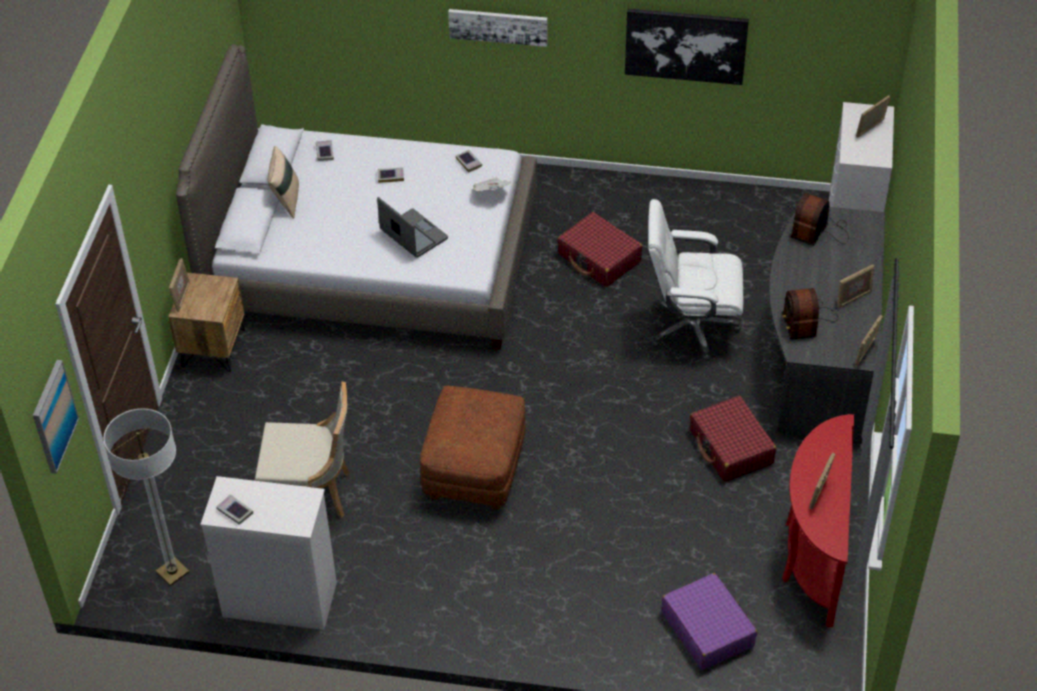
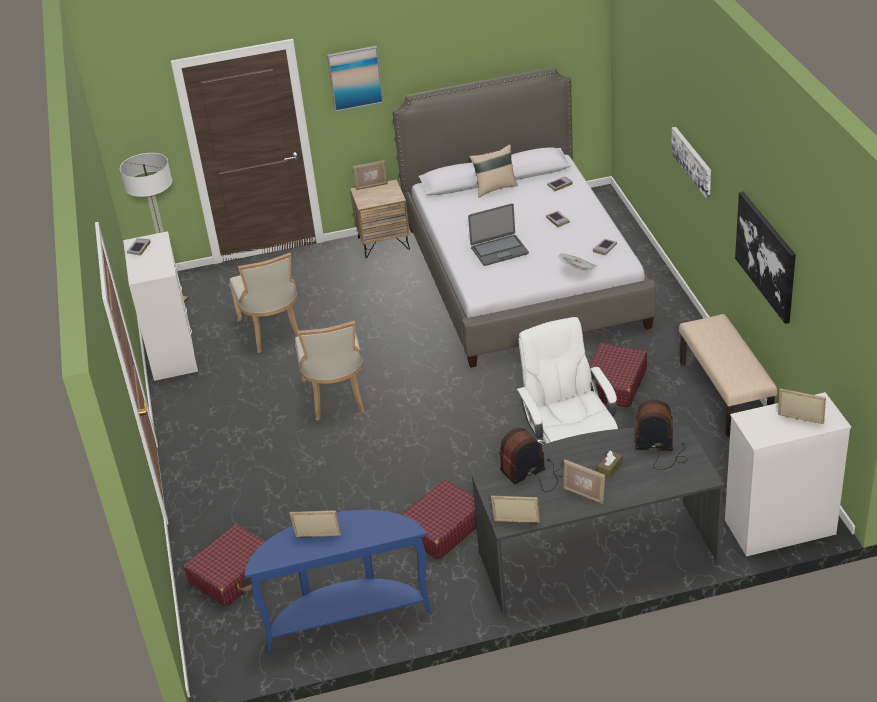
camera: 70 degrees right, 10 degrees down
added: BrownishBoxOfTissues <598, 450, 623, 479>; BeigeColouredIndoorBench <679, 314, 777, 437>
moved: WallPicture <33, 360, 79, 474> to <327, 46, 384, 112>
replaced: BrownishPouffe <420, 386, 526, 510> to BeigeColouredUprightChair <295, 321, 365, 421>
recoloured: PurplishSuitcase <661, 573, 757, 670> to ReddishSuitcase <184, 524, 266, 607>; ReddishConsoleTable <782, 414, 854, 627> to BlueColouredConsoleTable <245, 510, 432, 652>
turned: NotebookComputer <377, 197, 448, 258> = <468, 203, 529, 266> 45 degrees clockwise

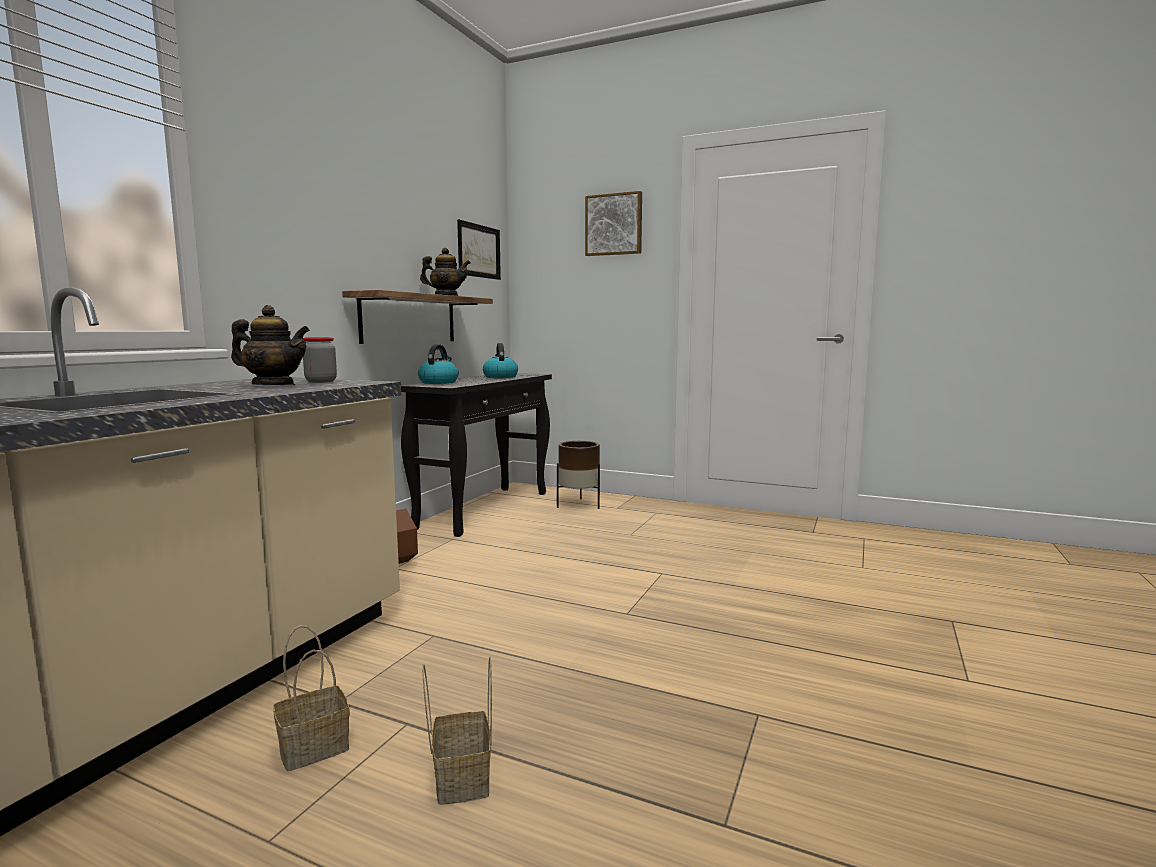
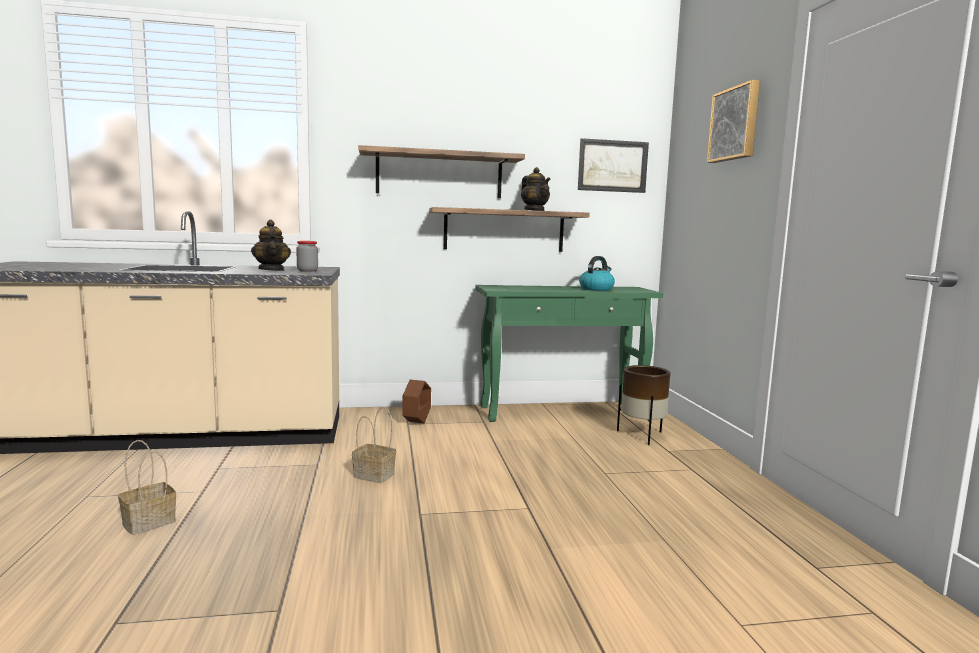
camera: 55 degrees right, 0 degrees up
removed: TeaKettle <418, 344, 459, 384>
added: WallShelf <359, 145, 525, 198>
moved: Basket <273, 625, 350, 771> to <352, 407, 396, 483>
recoloured: BlackConsoleTable <401, 373, 552, 537> to GreenConsoleTable <475, 285, 664, 422>

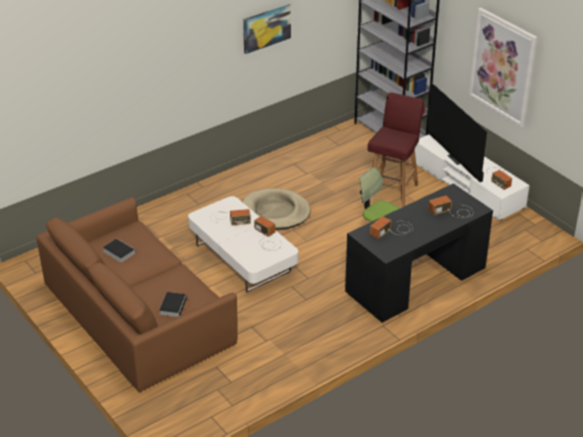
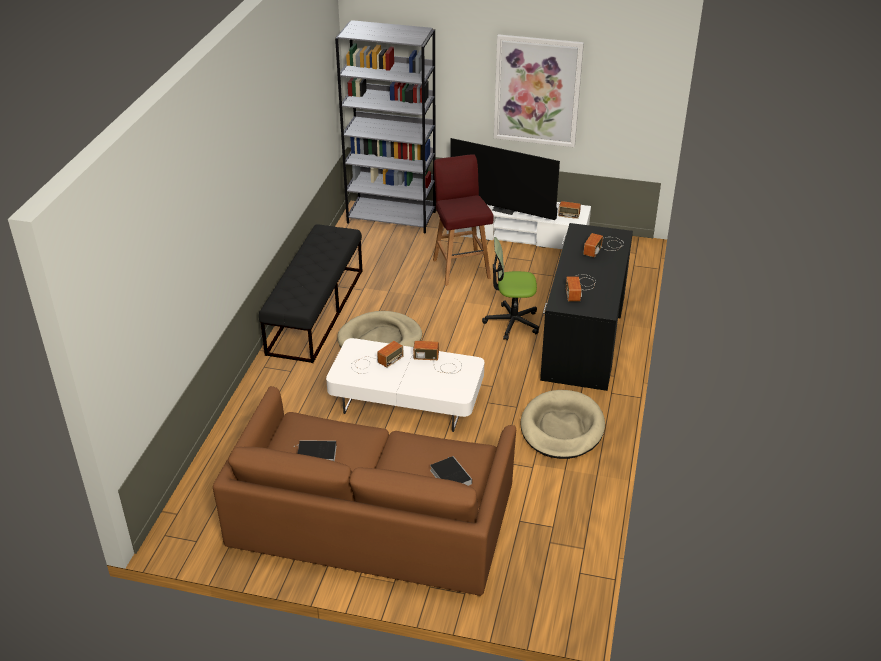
camera: 40 degrees left, 0 degrees up
removed: WallPicture <243, 4, 291, 54>
added: BlackIndoorBench <259, 224, 362, 363>; BeigeColouredDogCushion <520, 390, 605, 459>

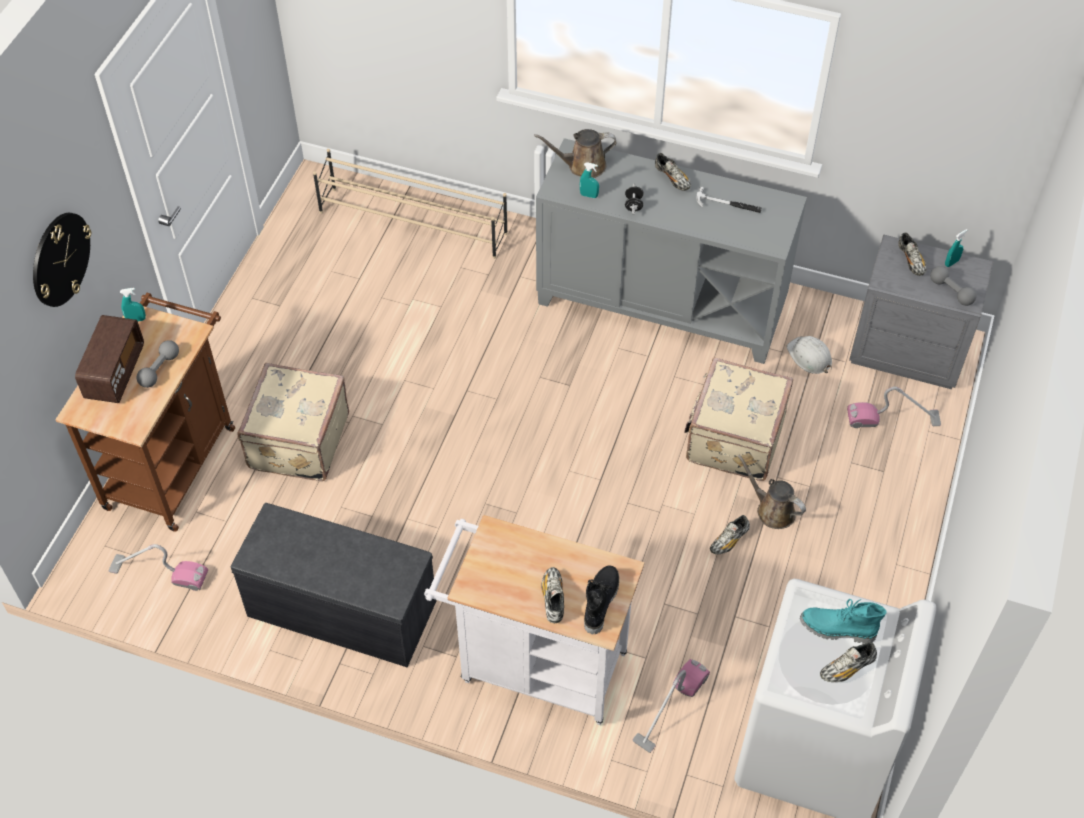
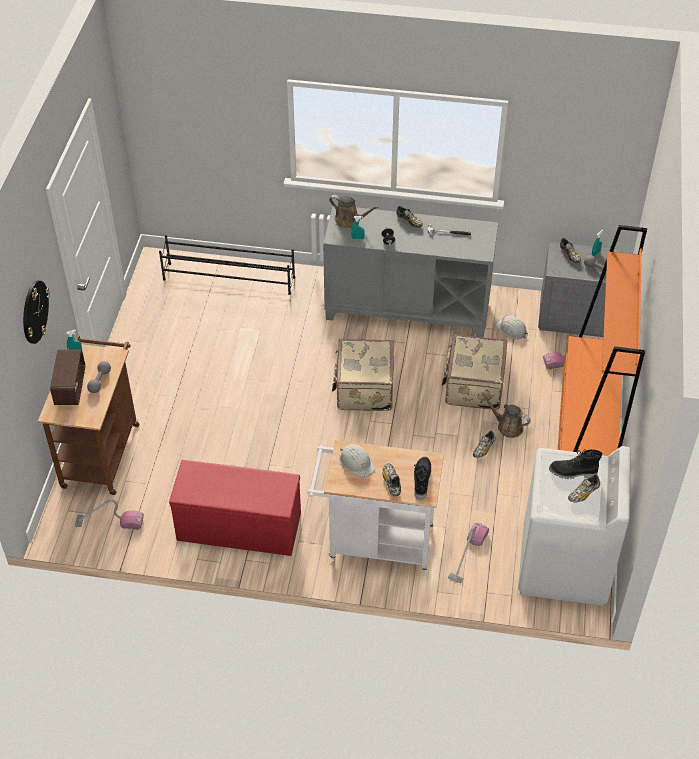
camera: 10 degrees left, 5 degrees down
added: WhitishWorkHelmet <339, 444, 375, 478>; OrangeColouredBookcase <558, 225, 647, 456>
moved: BeigeColouredSuitcase <237, 363, 349, 481> to <332, 339, 394, 411>
recoloured: BeigeColouredShoeShelf <313, 149, 508, 259> to BlackShoeShelf <159, 235, 295, 295>; GreyishIndoorBench <231, 503, 436, 667> to ReddishIndoorBench <169, 460, 301, 556>; TurquoiseTallBoot <800, 599, 886, 644> to BlackTallBoot <549, 449, 603, 479>
turned: BrownishWateringPot <534, 129, 617, 178> = <329, 195, 379, 228> 135 degrees counterclockwise

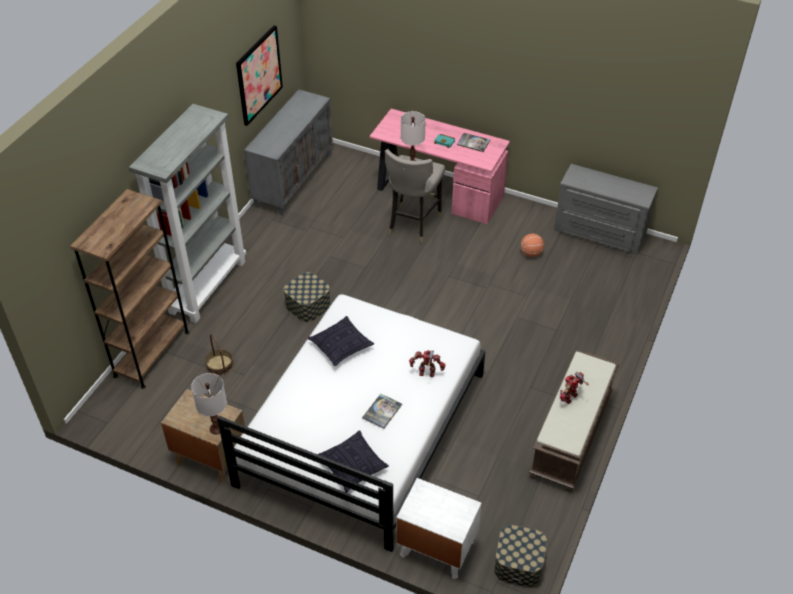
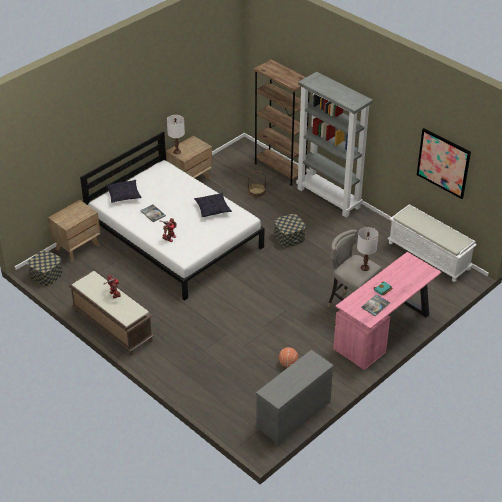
camera: 110 degrees right, 5 degrees down
replaced: GreyishCupboard <244, 90, 333, 216> to WhitishIndoorBench <387, 204, 477, 282>
recoloured: WhitishNightstand <396, 478, 481, 579> to BrownishNightstand <48, 200, 101, 262>

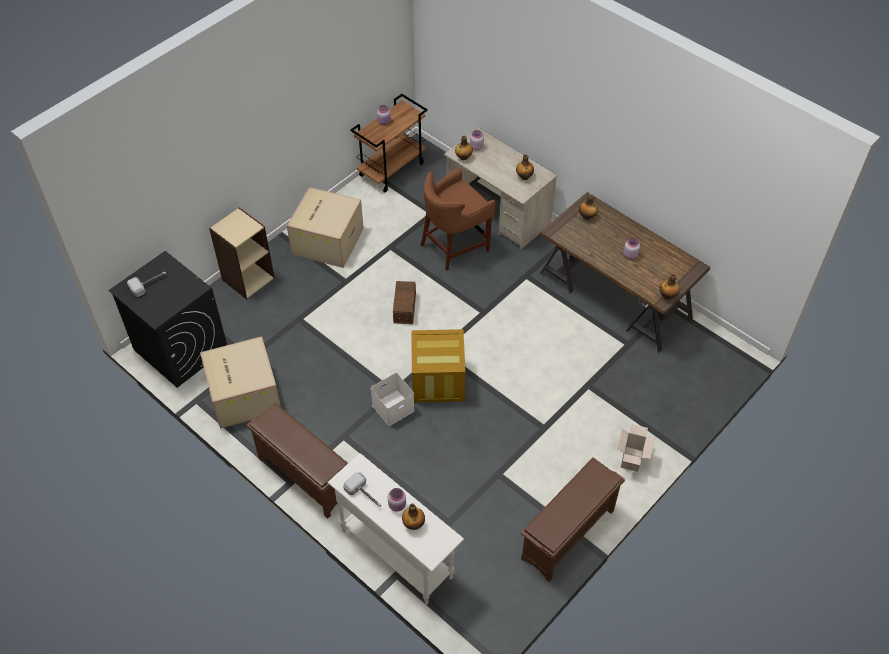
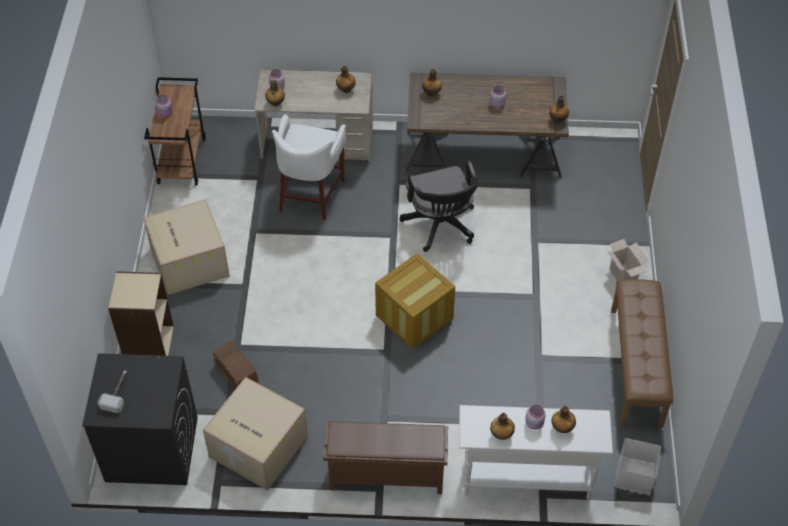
camera: 40 degrees left, 0 degrees up
added: BlackComputerChair <399, 160, 479, 252>
moved: BrownishStorageBin <393, 281, 416, 324> to <213, 340, 259, 389>; WhitishStorageBin <371, 373, 415, 426> to <615, 438, 661, 495>
replaced: HandHammer <343, 472, 381, 507> to DrinkBottle <490, 413, 515, 440>; BrownishShoeShelf <520, 457, 625, 582> to BrownishIndoorBench <611, 279, 673, 428>
recoloured: BrownishStoolSeat <420, 168, 496, 271> to WhitishStoolSeat <272, 114, 346, 220>

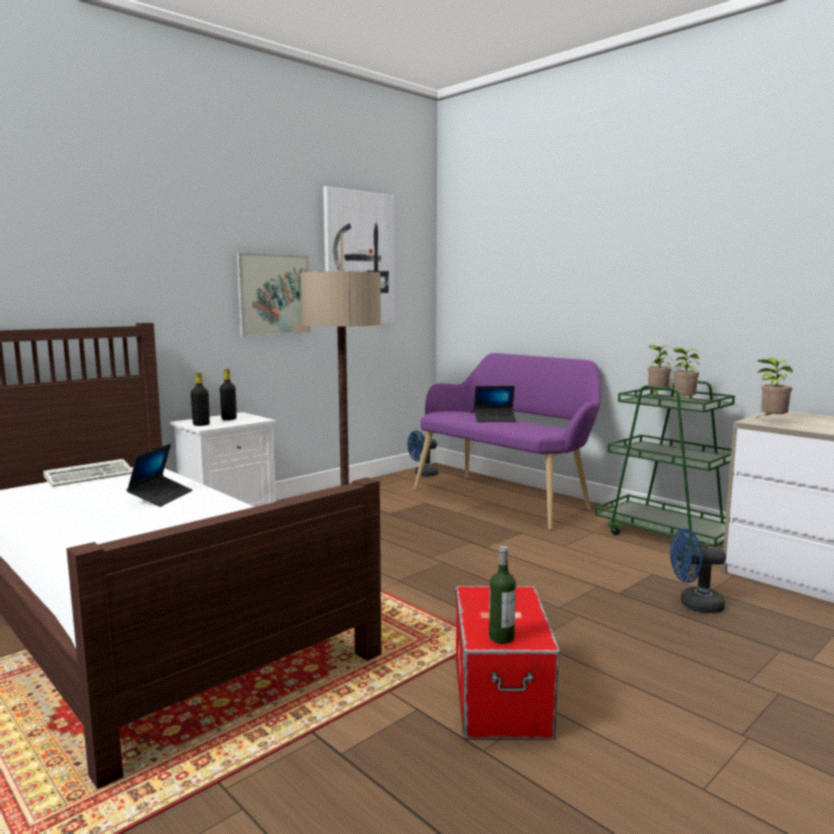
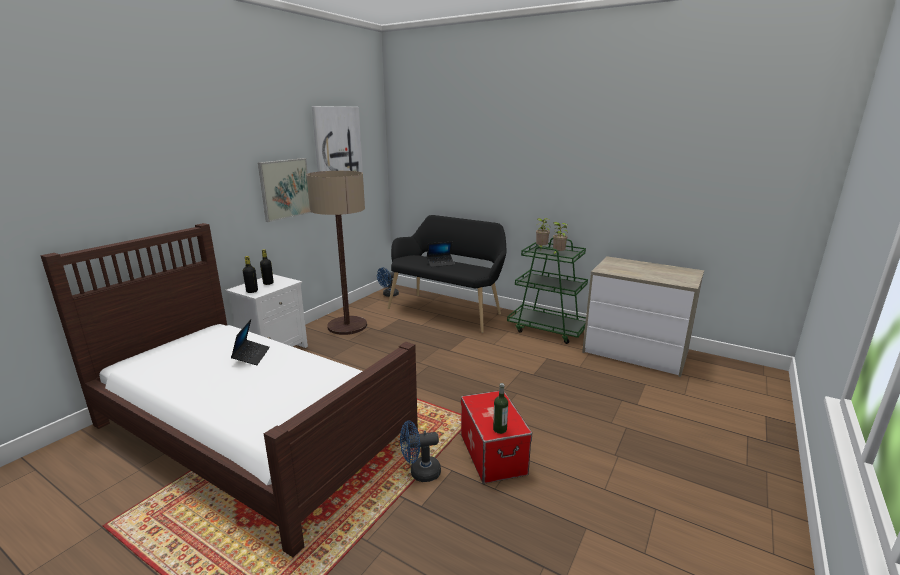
camera: 15 degrees left, 10 degrees up
removed: ComputerKeyboard <43, 459, 133, 487>; PottedPlant <754, 358, 793, 420>
moved: BlueColouredCoolingFan <670, 528, 726, 613> to <400, 421, 441, 482>
recoloured: PurplishIndoorBench <414, 353, 601, 530> to BlackIndoorBench <388, 215, 507, 333>

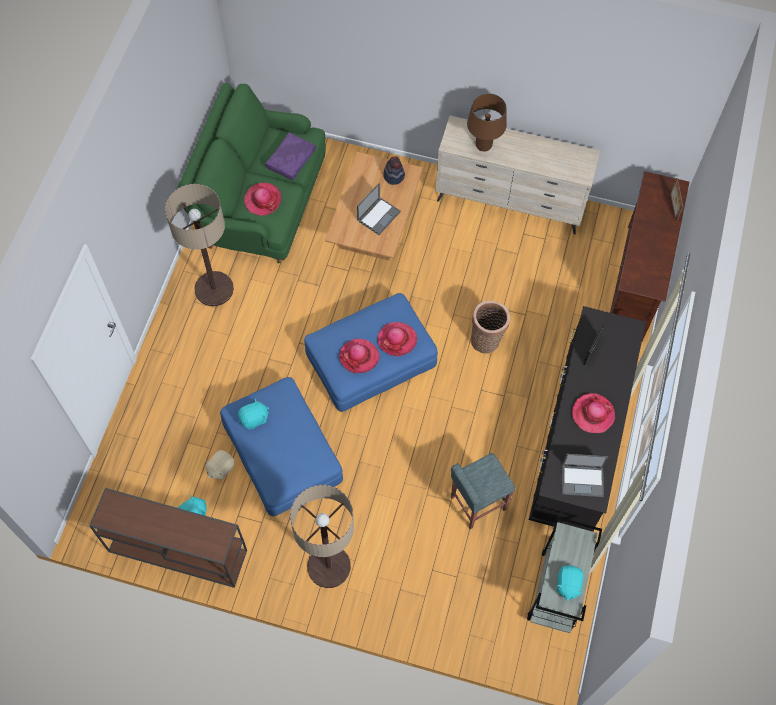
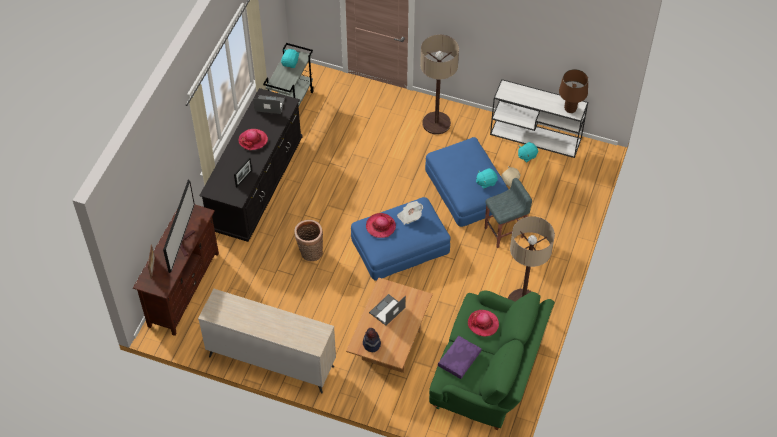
camera: 175 degrees left, 10 degrees down
added: TvSet <163, 179, 195, 273>
moved: GreyishStoolSeat <451, 453, 516, 529> to <485, 178, 532, 248>; BrownishTabletopLamp <467, 93, 507, 152> to <559, 69, 588, 113>
replaced: Hat <339, 338, 379, 373> to Newspaper <397, 201, 423, 225>
recoloured: BrownishConsoleTable <89, 488, 247, 588> to WhitishConsoleTable <490, 79, 588, 158>

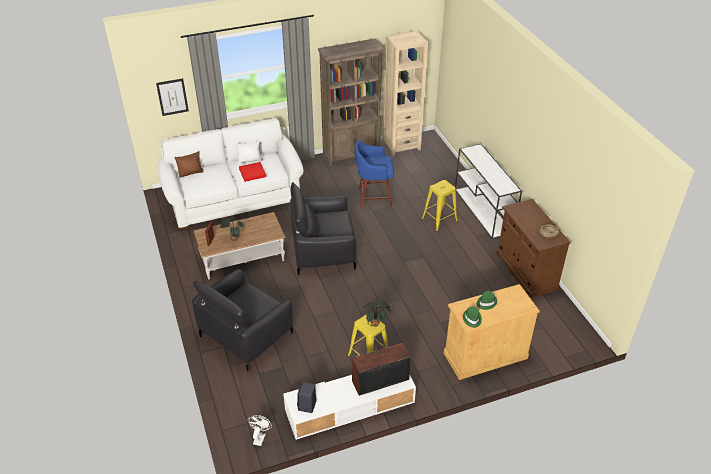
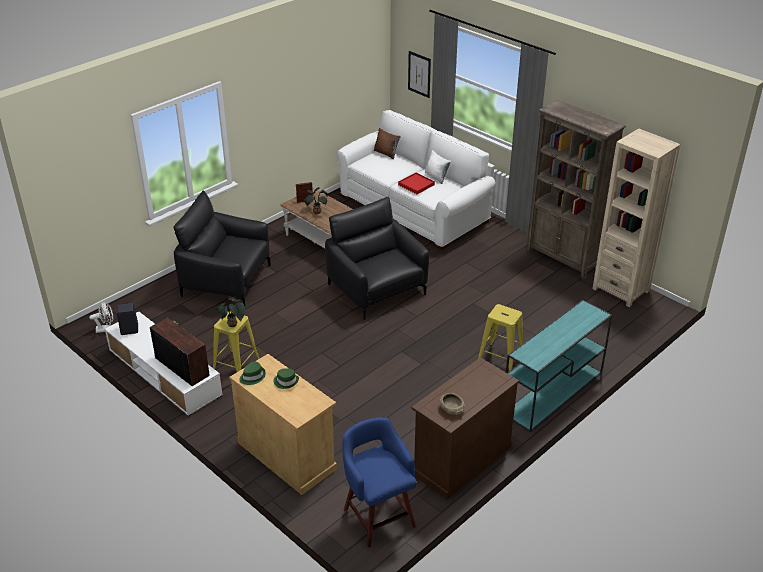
camera: 65 degrees right, 5 degrees down
moved: BlueColouredStoolSeat <354, 140, 394, 208> to <342, 417, 417, 548>
recoloured: WhitishConsoleTable <455, 144, 522, 239> to TurquoiseConsoleTable <506, 300, 612, 432>

